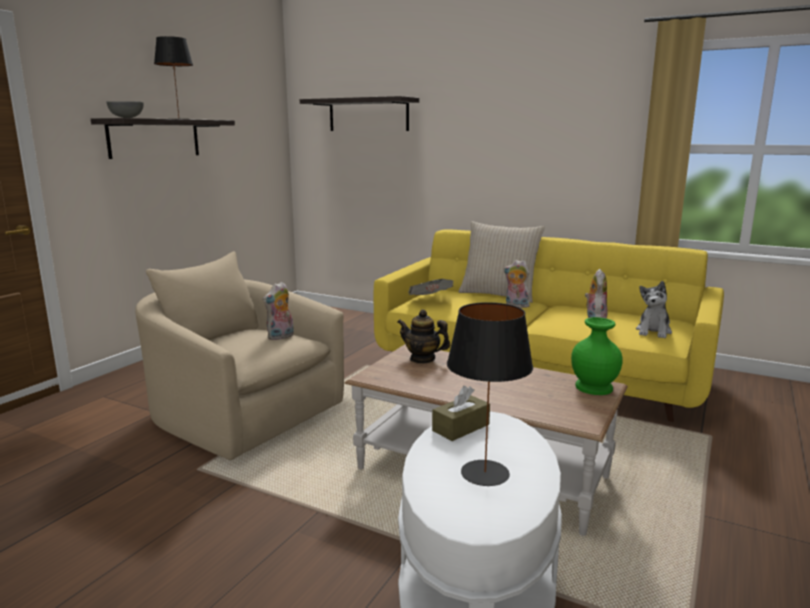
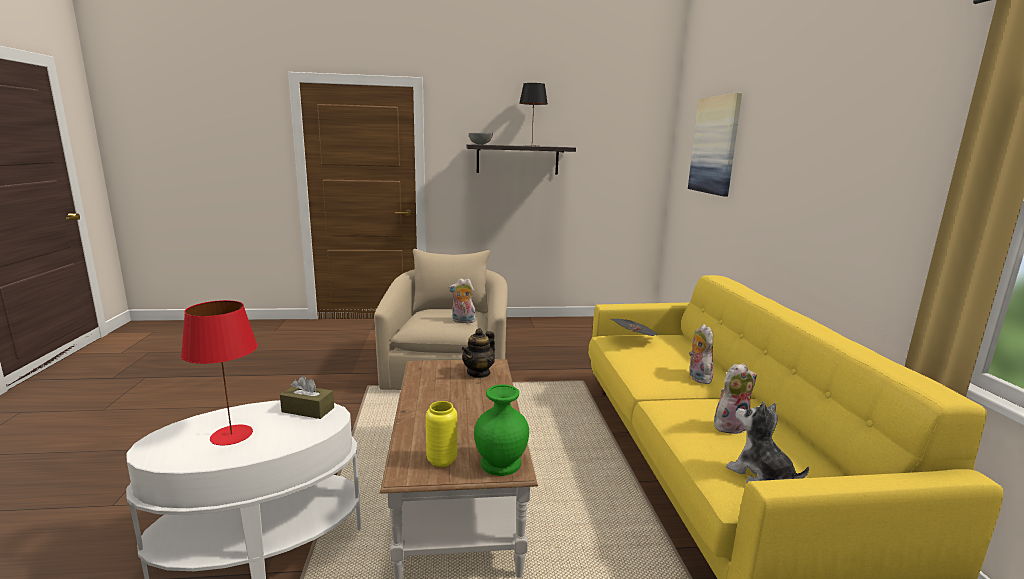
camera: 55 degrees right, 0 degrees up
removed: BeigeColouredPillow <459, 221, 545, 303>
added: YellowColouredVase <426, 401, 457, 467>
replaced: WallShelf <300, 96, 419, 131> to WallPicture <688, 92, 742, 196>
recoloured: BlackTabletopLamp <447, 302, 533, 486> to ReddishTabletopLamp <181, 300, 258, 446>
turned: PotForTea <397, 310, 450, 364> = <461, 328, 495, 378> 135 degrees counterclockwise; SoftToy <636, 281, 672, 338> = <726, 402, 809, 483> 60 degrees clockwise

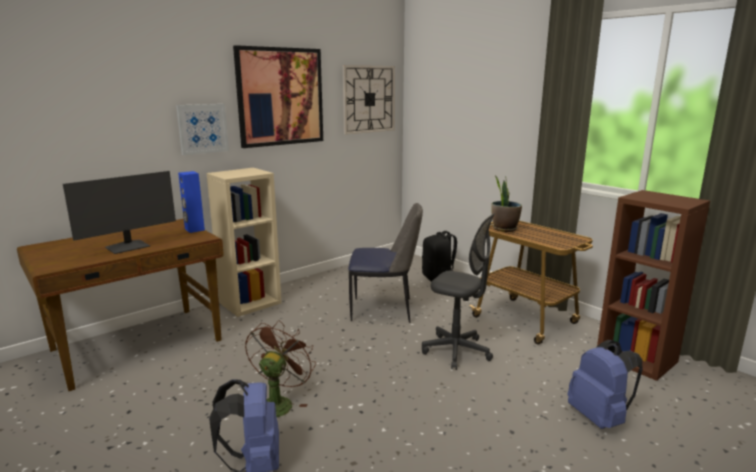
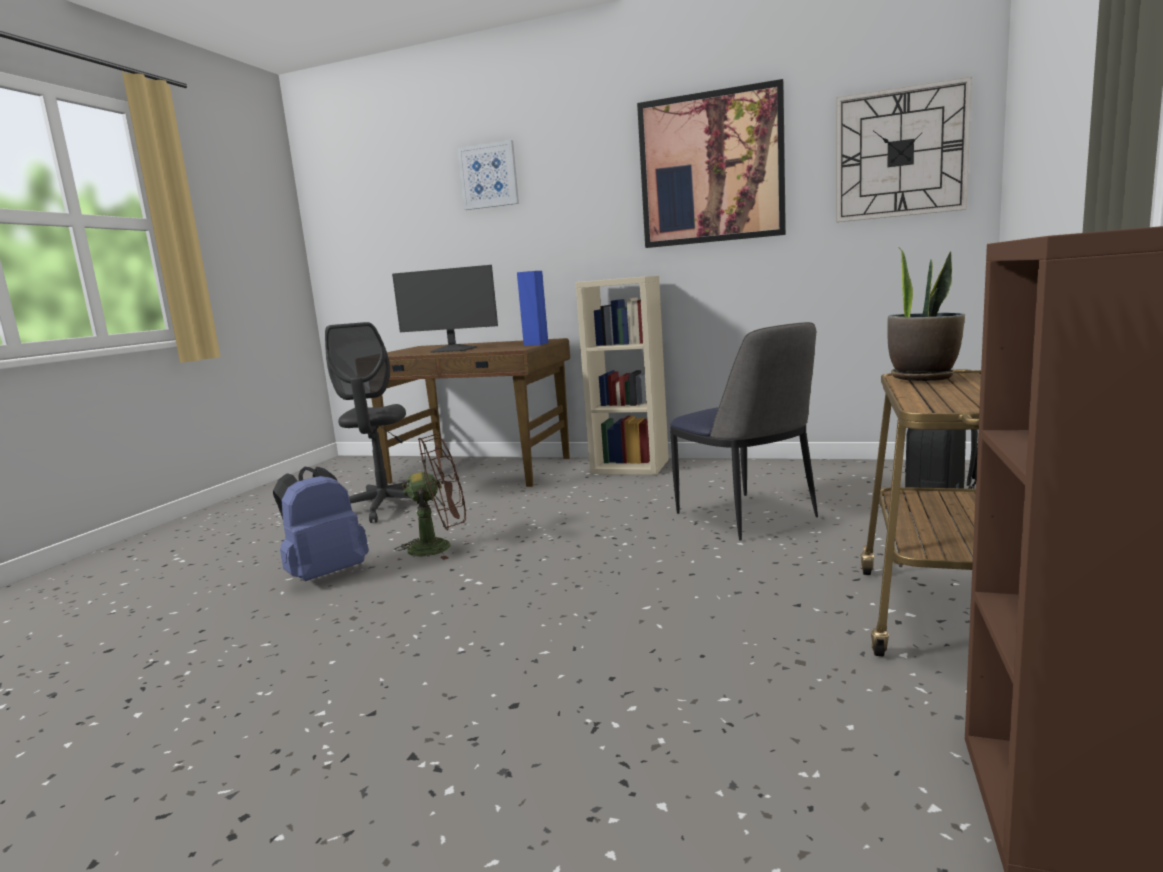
camera: 60 degrees right, 5 degrees down
removed: BlueColouredRucksack <568, 340, 642, 429>
moved: GreyishComputerChair <422, 213, 495, 370> to <325, 322, 419, 523>; WallPicture <176, 104, 229, 155> to <457, 140, 519, 210>

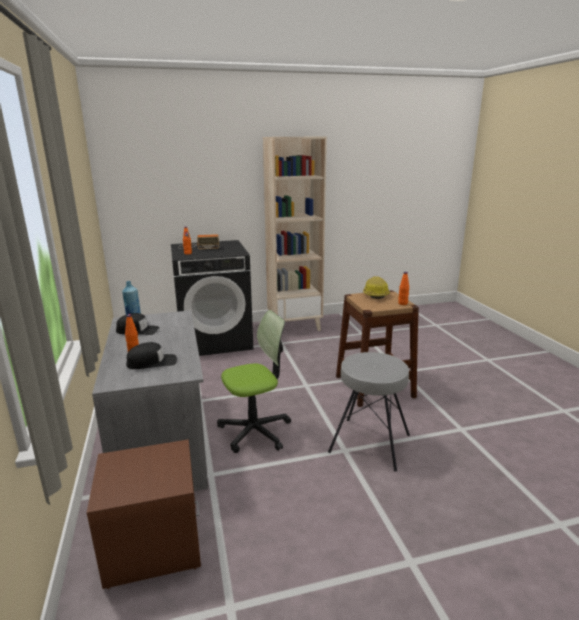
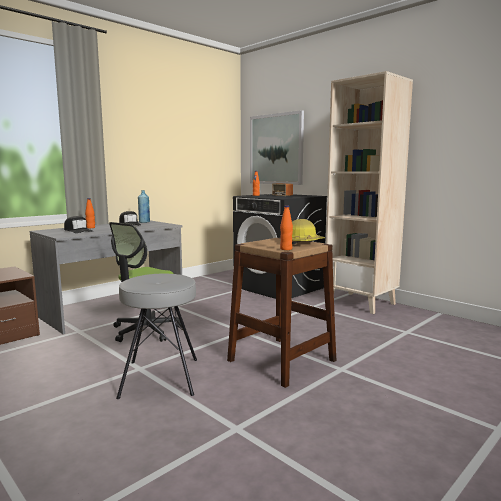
camera: 60 degrees right, 10 degrees down
added: WallPicture <250, 110, 304, 185>
turned: ComputerChair <217, 310, 291, 453> = <109, 222, 181, 342> 90 degrees clockwise

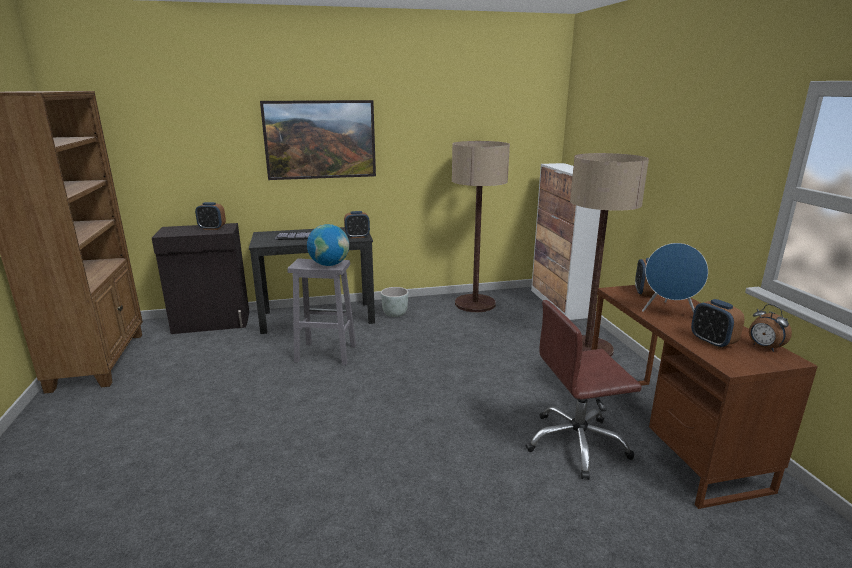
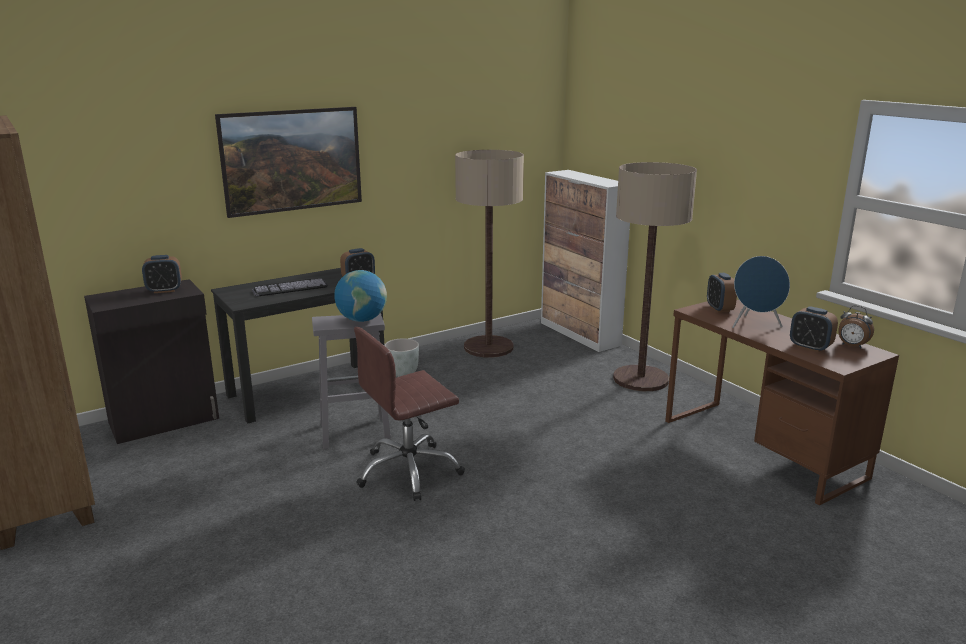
camera: 20 degrees left, 0 degrees up
moved: BrownishComputerChair <526, 300, 642, 480> to <354, 327, 465, 501>

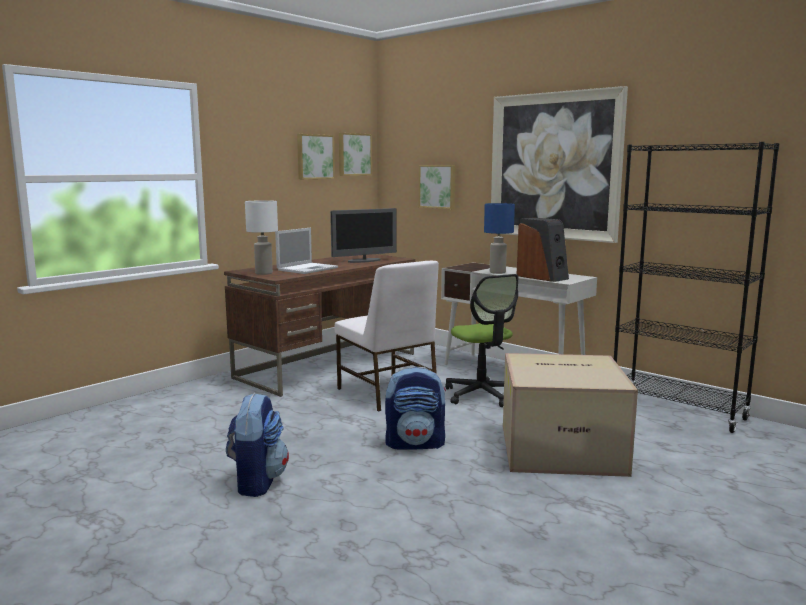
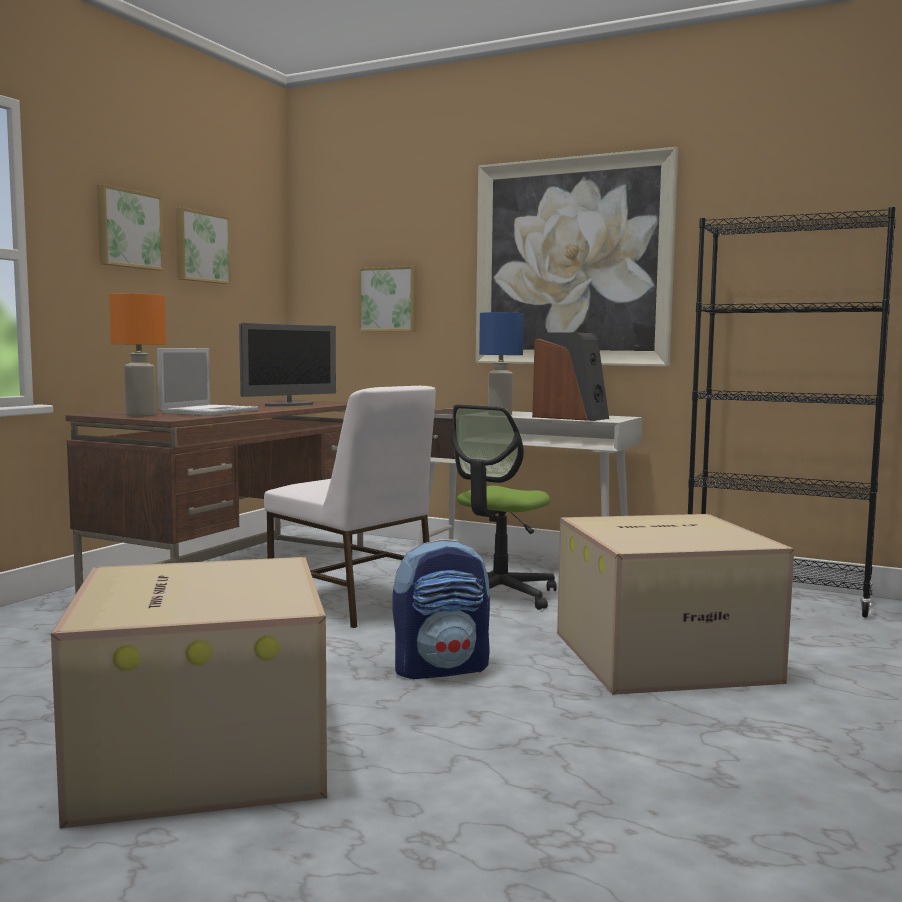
camera: 15 degrees left, 5 degrees down
moved: WallPicture <339, 133, 372, 176> to <97, 184, 164, 271>
replaced: Rucksack <226, 393, 289, 497> to CardboardBox <51, 557, 327, 829>
recoloured: WhitishTabletopLamp <245, 200, 278, 275> to OrangeColouredTabletopLamp <109, 293, 166, 417>
turned: ComputerChair <445, 274, 518, 407> = <451, 405, 557, 610> 75 degrees clockwise

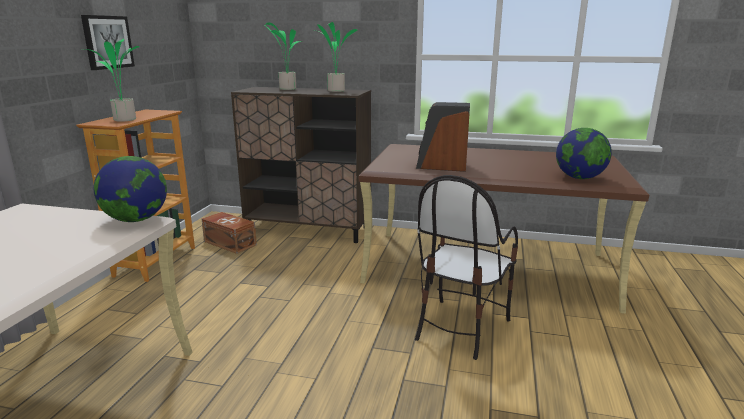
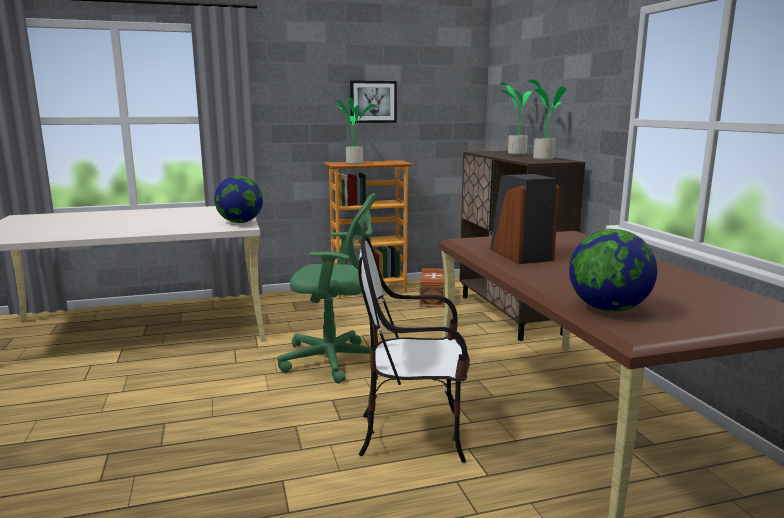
camera: 60 degrees right, 5 degrees down
added: GreenComputerChair <277, 193, 377, 383>

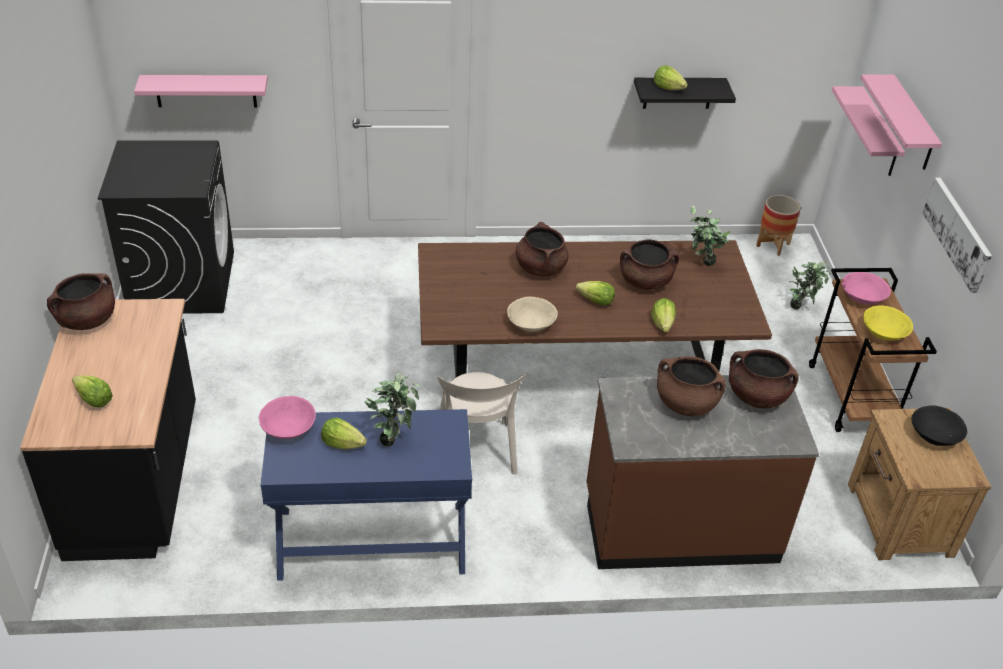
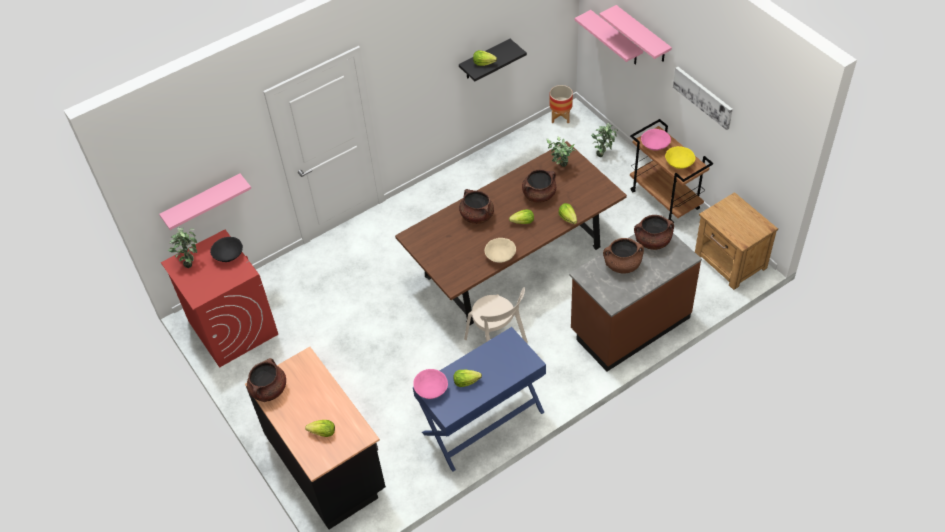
camera: 25 degrees left, 10 degrees up
moved: PottedPlant <364, 371, 421, 447> to <168, 227, 197, 268>; BlackDeepDish <912, 406, 967, 446> to <210, 237, 243, 262>
recoloured: BlackLaundryAppliance <98, 140, 234, 314> to ReddishLaundryAppliance <161, 229, 278, 368>

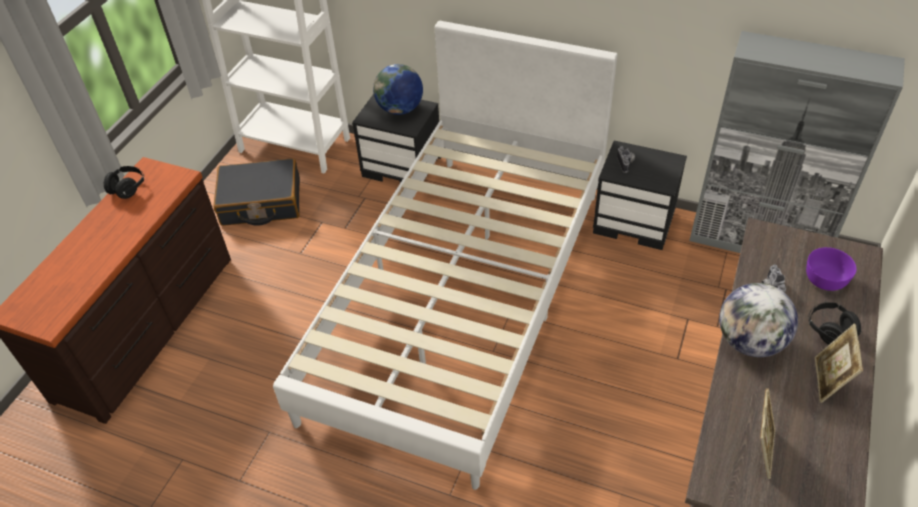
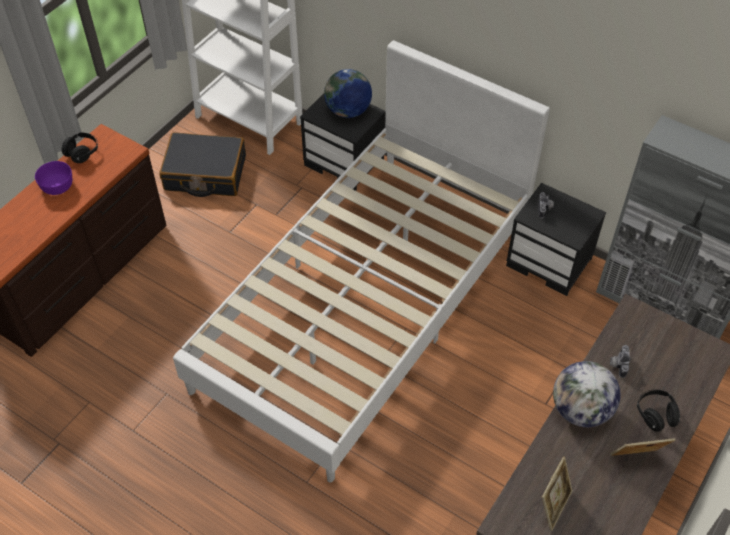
camera: 10 degrees right, 5 degrees up
moved: PurplishDeepDish <806, 247, 856, 291> to <35, 161, 72, 195>
turned: StandingFrame <815, 324, 863, 403> = <610, 438, 676, 456> 60 degrees clockwise

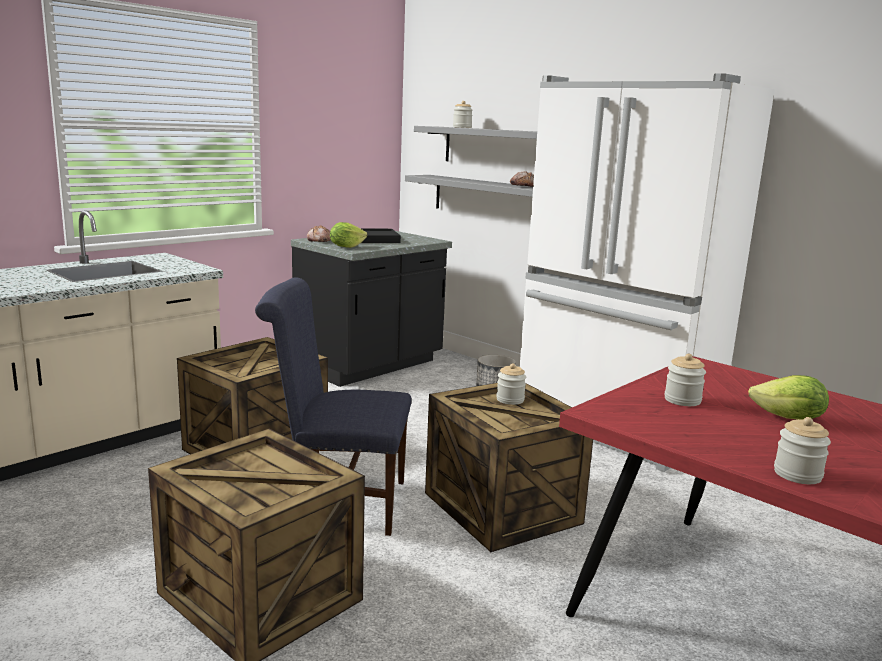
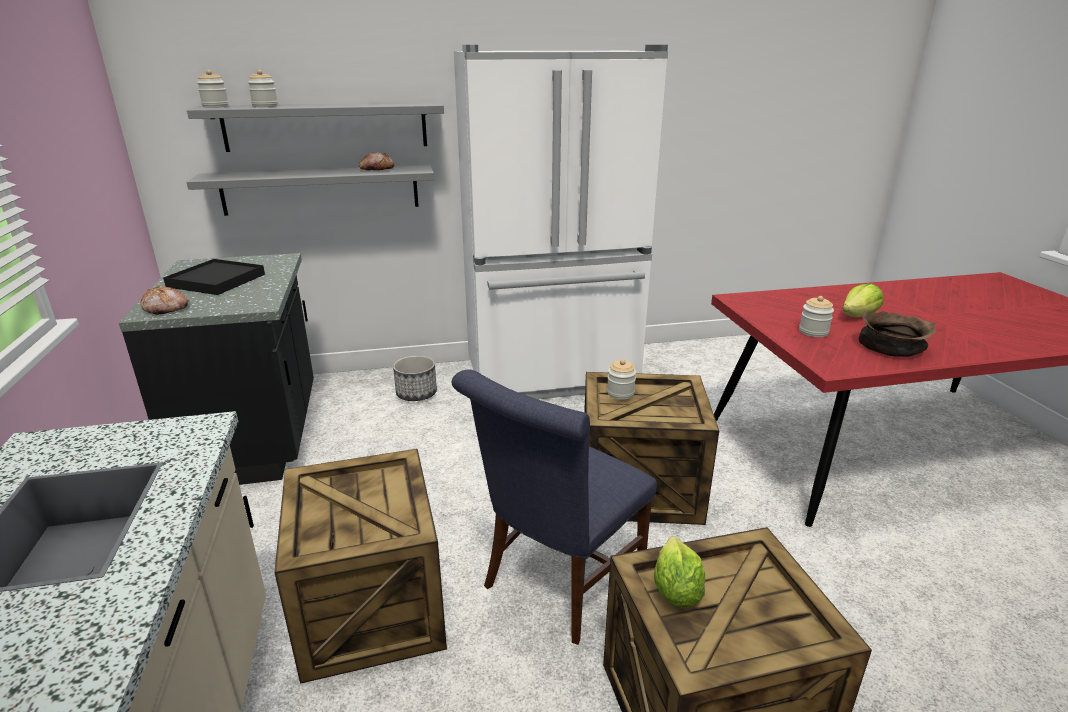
camera: 55 degrees left, 10 degrees up
added: BrownishDeepDish <859, 311, 936, 357>
moved: Jar <774, 417, 831, 484> to <197, 70, 229, 108>; HeadOfLettuce <330, 222, 367, 248> to <654, 537, 705, 607>

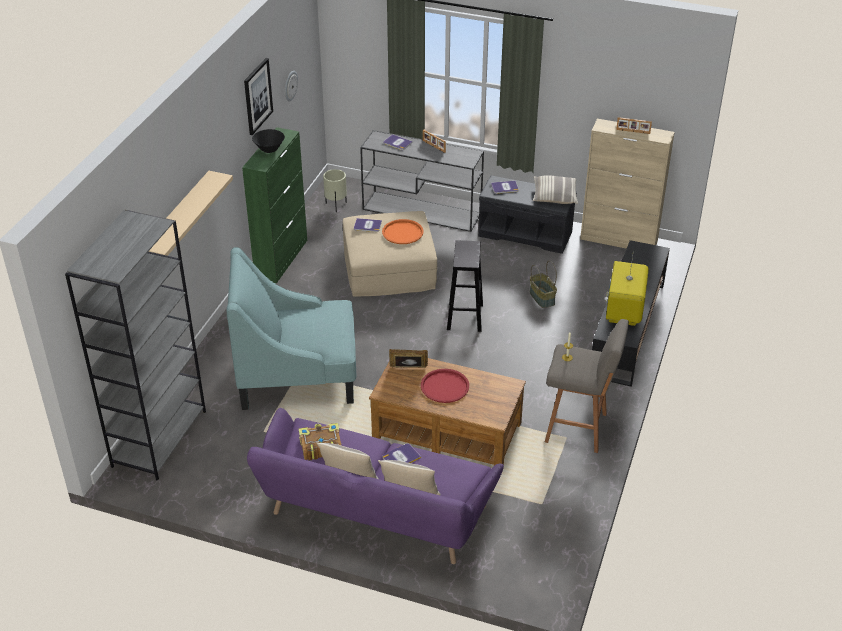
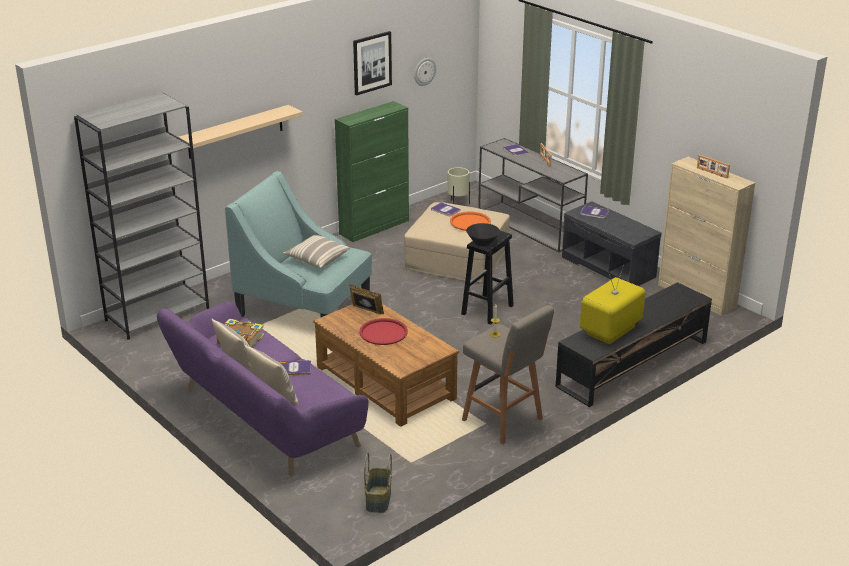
camera: 30 degrees right, 10 degrees down
moved: Pillow <533, 175, 578, 204> to <283, 235, 350, 268>; Basket <530, 261, 557, 308> to <364, 452, 392, 513>; BlackDeepDish <252, 129, 285, 153> to <466, 223, 500, 246>

